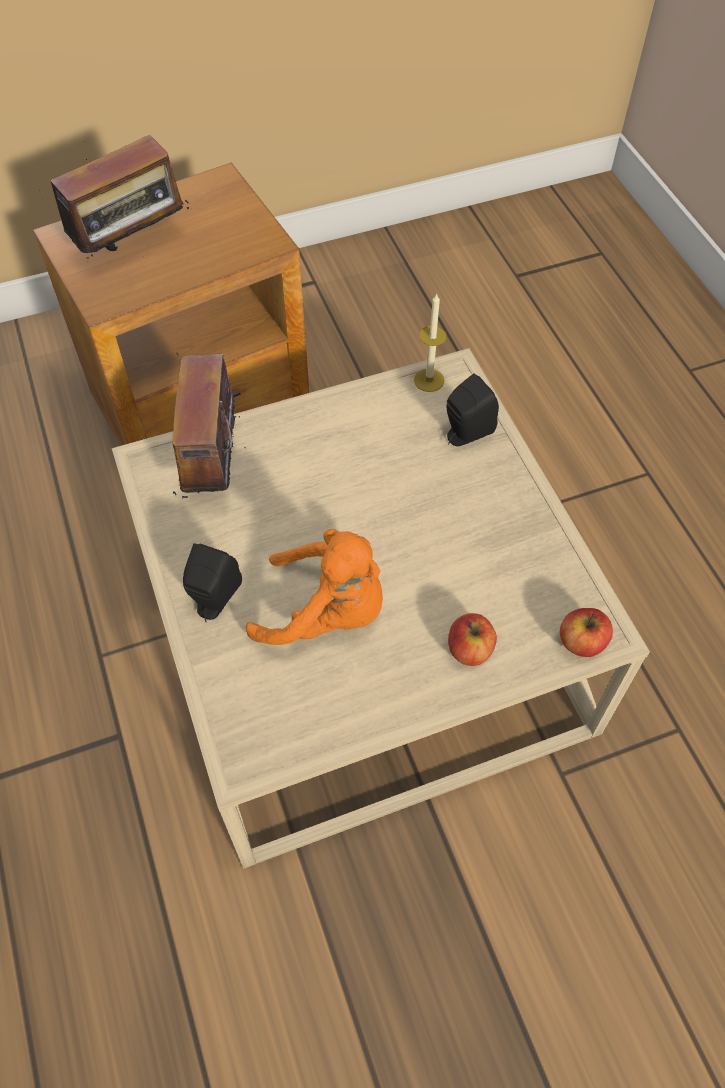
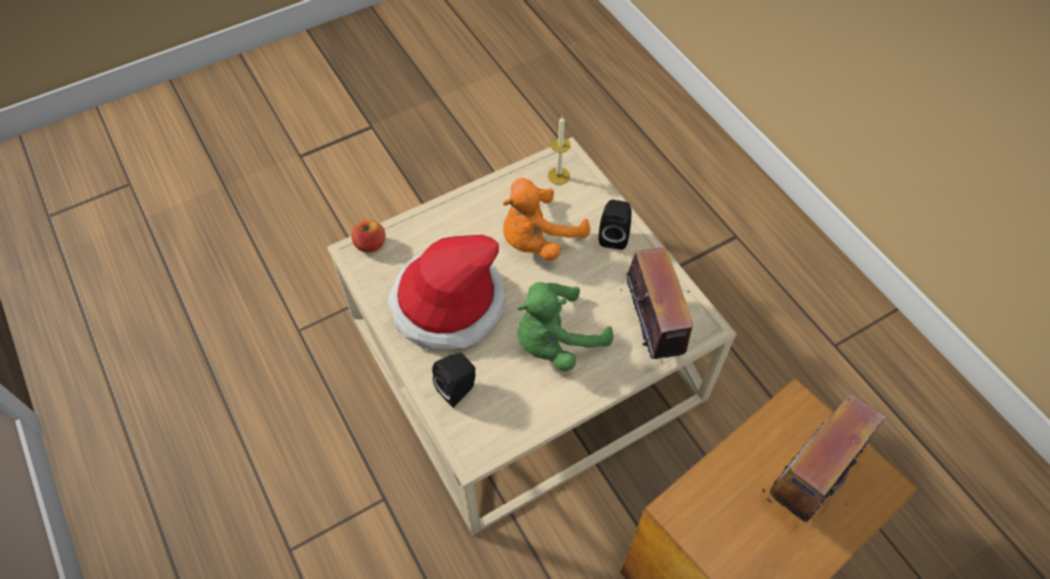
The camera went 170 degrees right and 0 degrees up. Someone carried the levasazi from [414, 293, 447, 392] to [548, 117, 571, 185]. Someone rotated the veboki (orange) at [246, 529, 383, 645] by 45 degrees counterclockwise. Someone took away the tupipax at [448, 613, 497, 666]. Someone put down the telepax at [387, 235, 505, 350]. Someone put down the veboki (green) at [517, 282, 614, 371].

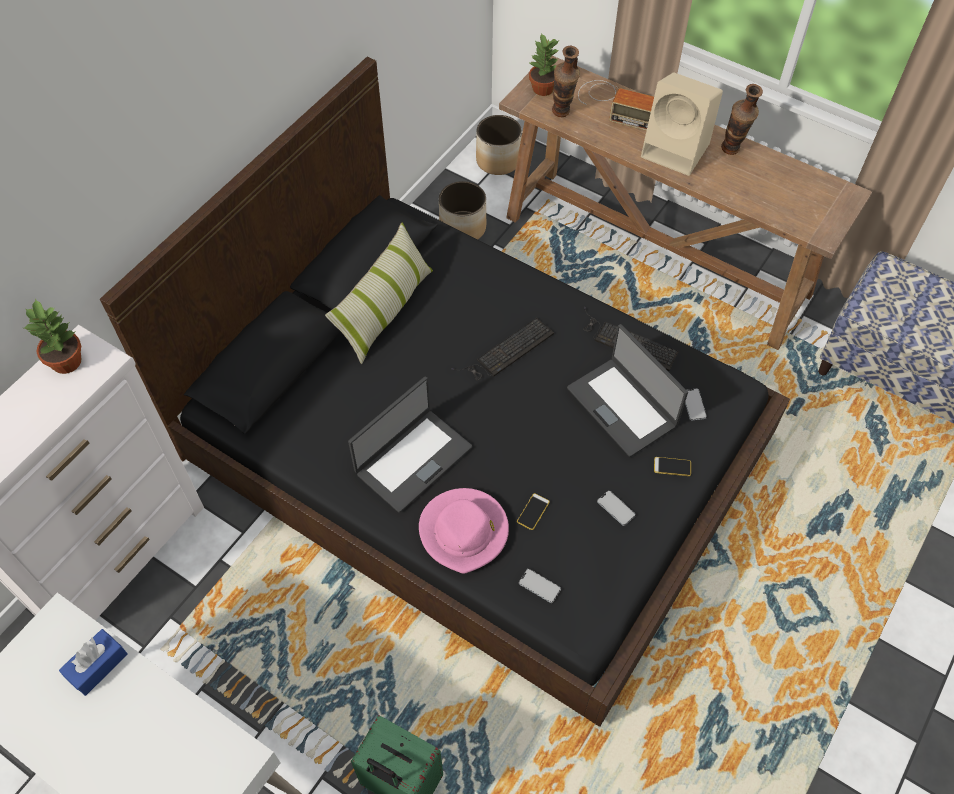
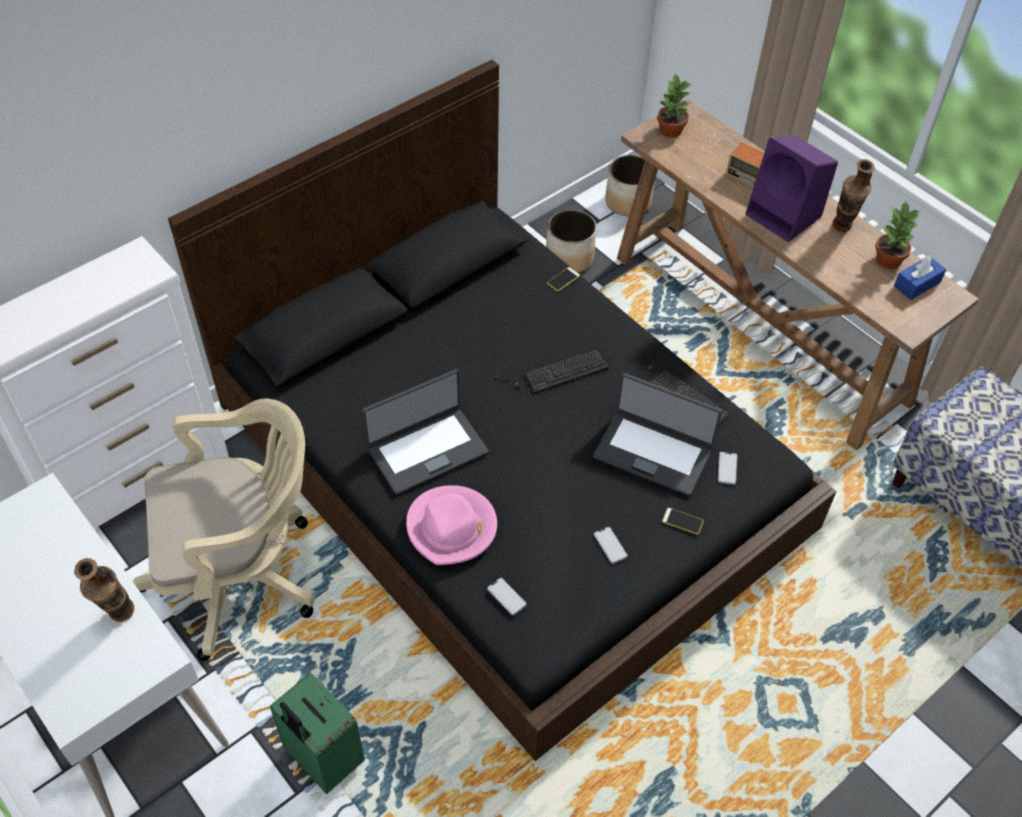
The camera went 15 degrees right and 5 degrees down. Someone carried the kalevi from [552, 46, 580, 117] to [74, 558, 134, 622]. Someone repainted the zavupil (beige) at [641, 72, 723, 176], which became the zavupil (purple) at [745, 135, 838, 242]. Someone took away the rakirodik at [325, 222, 433, 364]. Someone carried the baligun from [24, 298, 81, 374] to [875, 201, 920, 269]. Someone rotated the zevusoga at [567, 324, 688, 457] by 45 degrees counterclockwise. Someone carried the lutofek from [517, 493, 550, 530] to [547, 267, 580, 291]. Someone carried the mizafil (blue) from [59, 629, 128, 696] to [894, 255, 946, 300]. Someone put down the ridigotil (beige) at [134, 399, 315, 661].

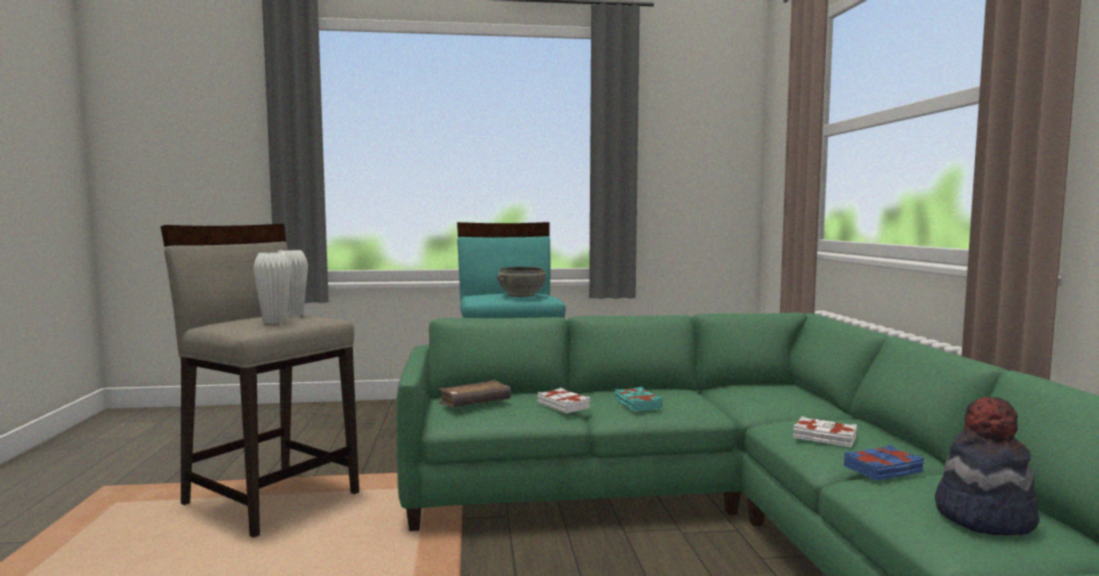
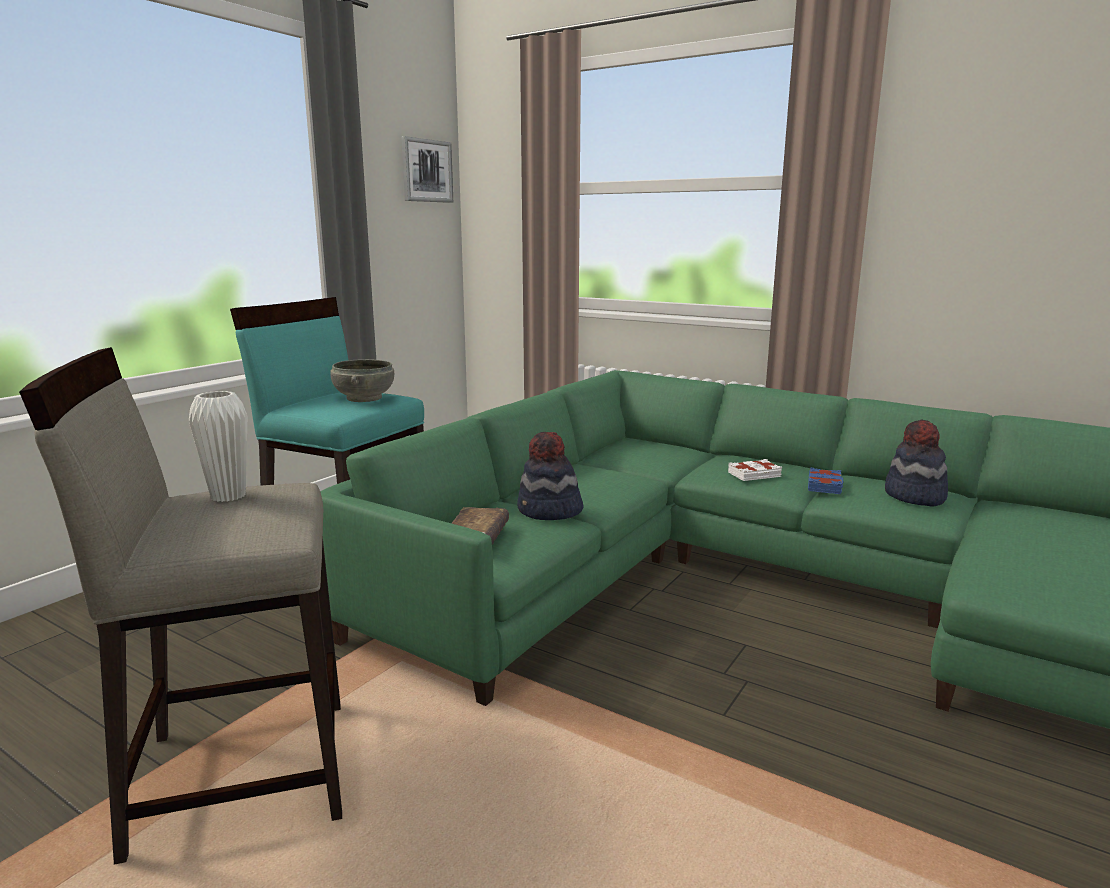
The camera went 50 degrees left and 10 degrees up. Someone took away the kalevi (white) at [253, 252, 291, 324]. Someone took away the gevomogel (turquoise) at [614, 387, 663, 412]. Someone swapped the gevomogel (white) at [538, 388, 590, 413] for the telepax at [517, 432, 583, 520]. Someone put up the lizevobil at [401, 136, 453, 203].

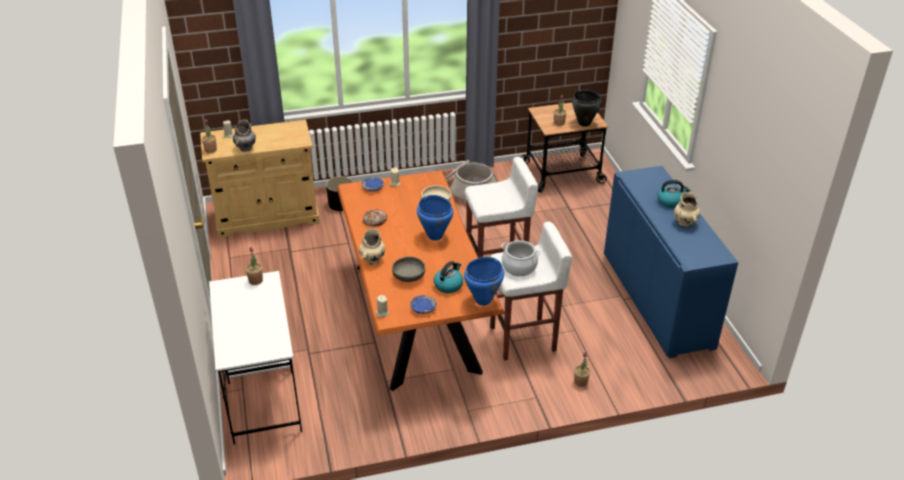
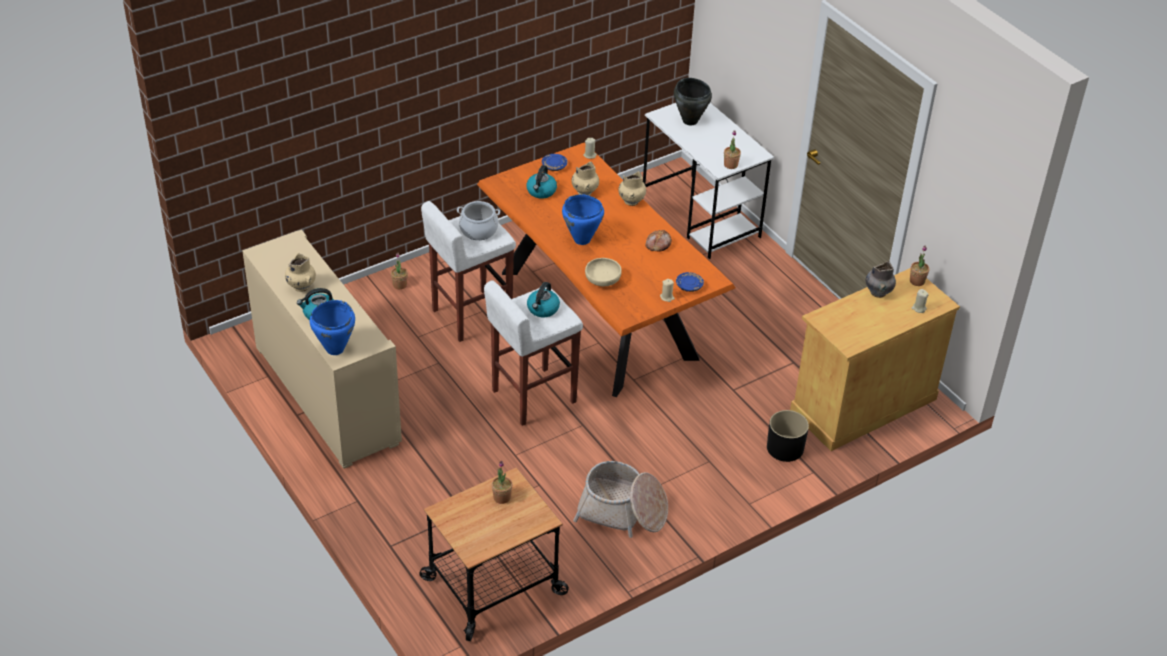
The camera went 160 degrees right and 5 degrees up. Someone carried the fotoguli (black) from [572, 89, 602, 127] to [674, 78, 712, 126]. Someone repainted the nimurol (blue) at [604, 166, 738, 358], which became the nimurol (beige) at [242, 230, 402, 469]. Someone swapped the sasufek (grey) at [392, 257, 425, 282] for the kalevi (beige) at [572, 161, 599, 196]. Someone carried the fotoguli (blue) from [464, 257, 504, 306] to [310, 300, 355, 355]. Someone put down the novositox at [527, 282, 560, 317].

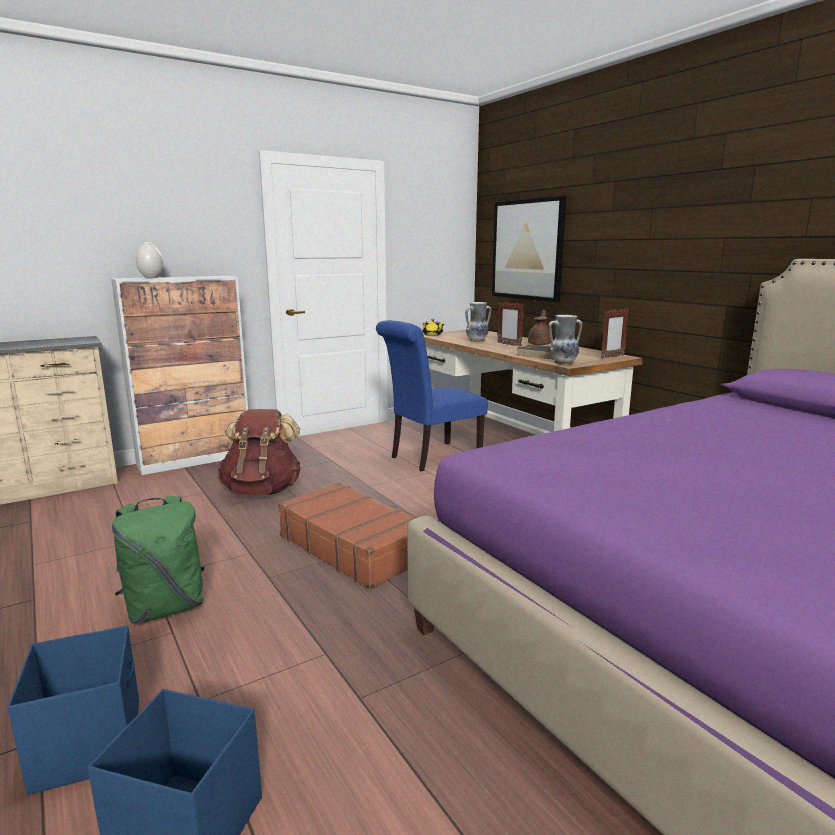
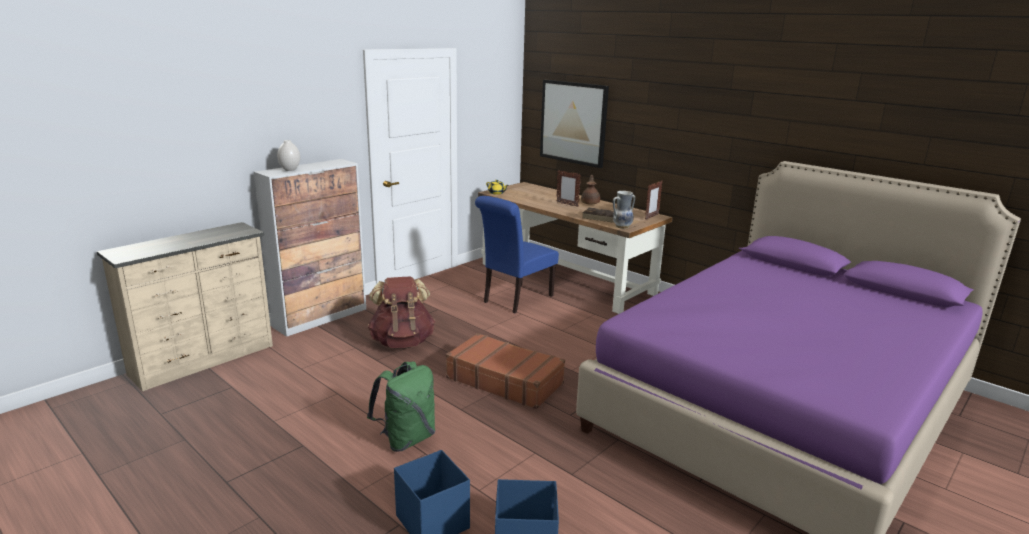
The camera went 15 degrees left and 5 degrees up. Someone took away the kalevi at [465, 302, 491, 342].

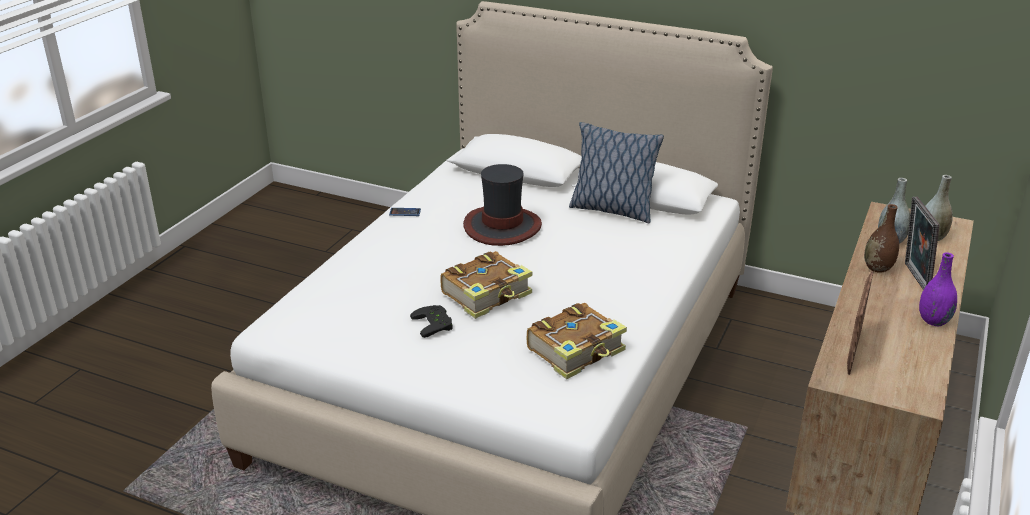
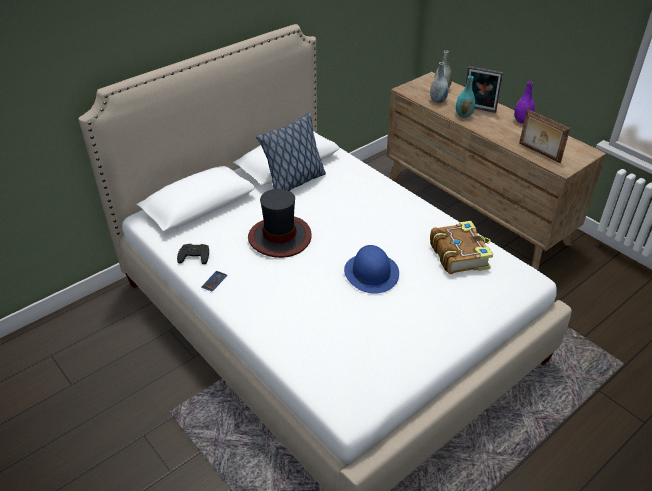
The camera went 65 degrees left and 10 degrees up. Someone repainted the kalevi (brown) at [864, 204, 899, 273], which became the kalevi (turquoise) at [456, 76, 475, 118]. Someone swapped the gevomogel at [440, 251, 532, 319] for the telepax (blue) at [344, 245, 399, 294]. Someone carried the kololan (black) from [410, 305, 453, 338] to [177, 244, 209, 264].

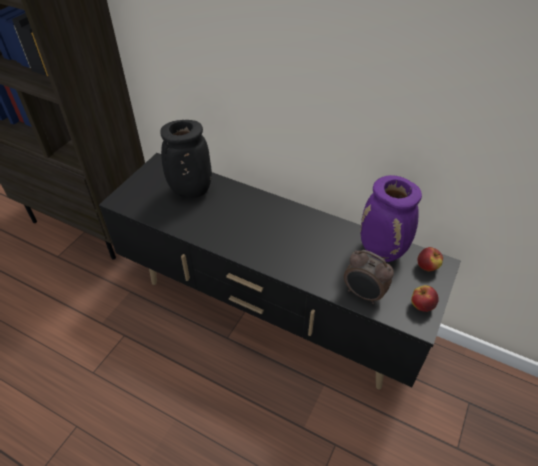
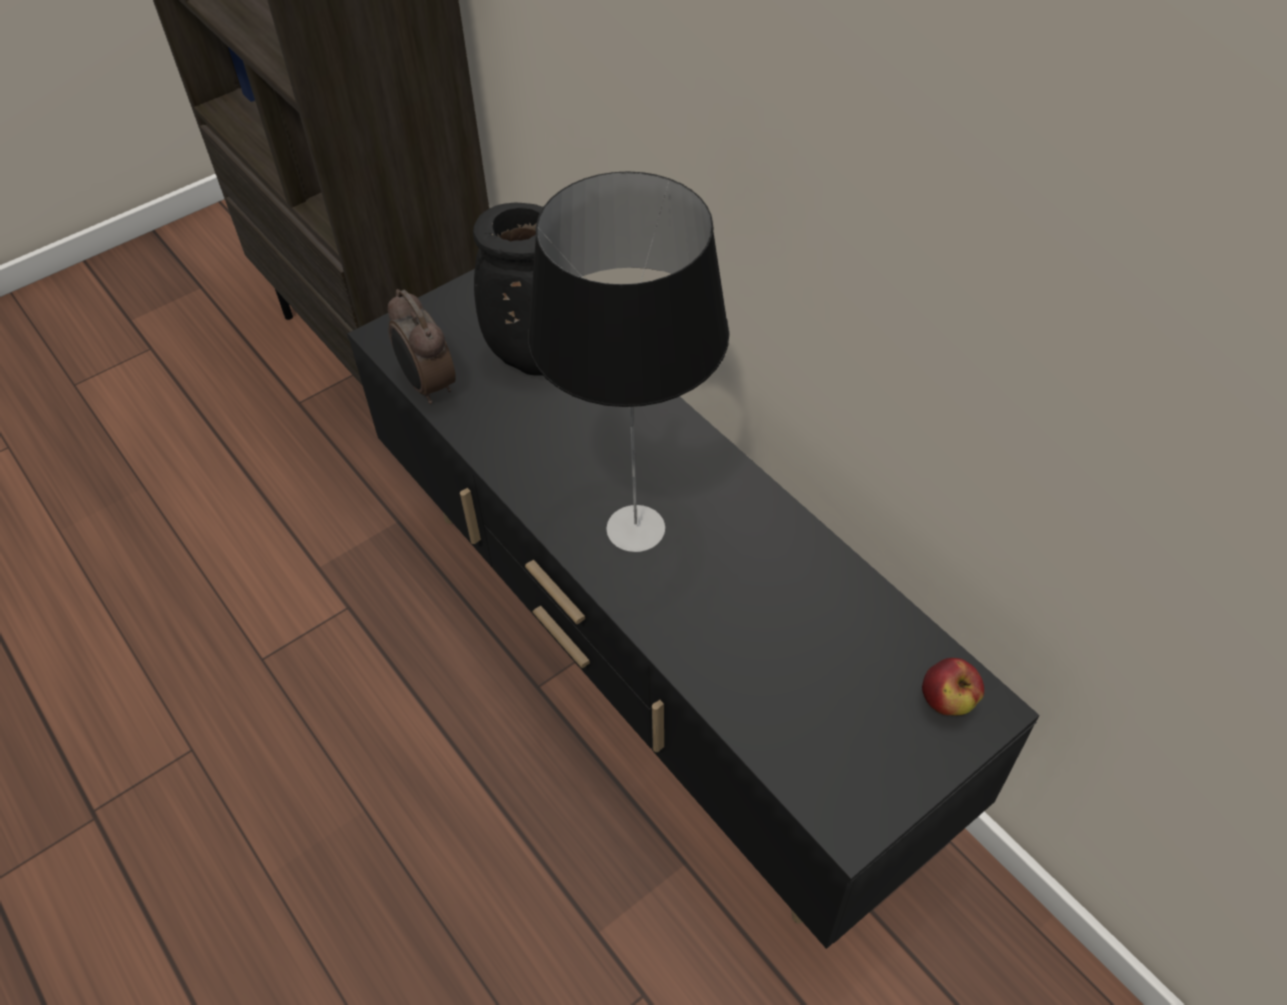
The camera went 25 degrees right and 5 degrees up. Someone took away the kalevi (purple) at [360, 175, 422, 262]. Someone carried the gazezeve from [344, 250, 394, 304] to [388, 289, 456, 404]. Someone took away the tupipax at [411, 285, 439, 312]. Someone put down the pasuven at [528, 171, 729, 552].

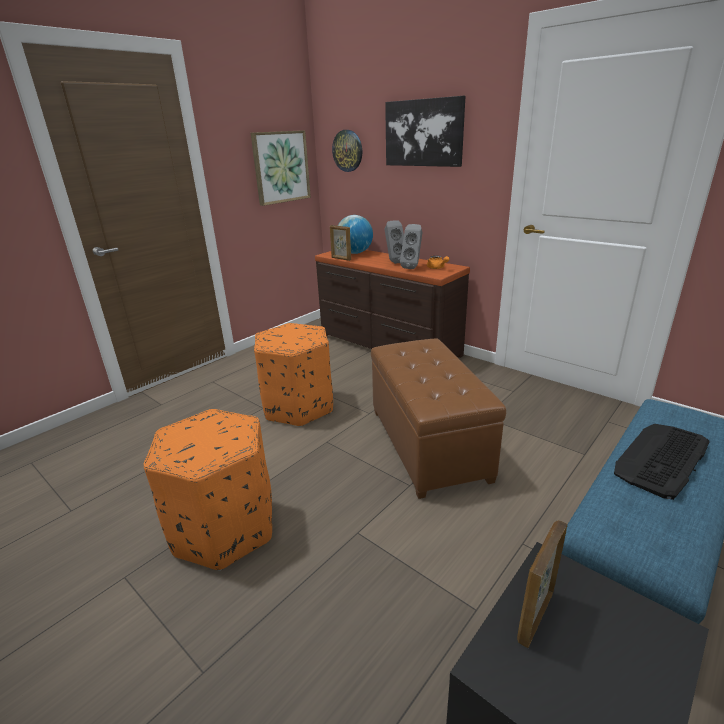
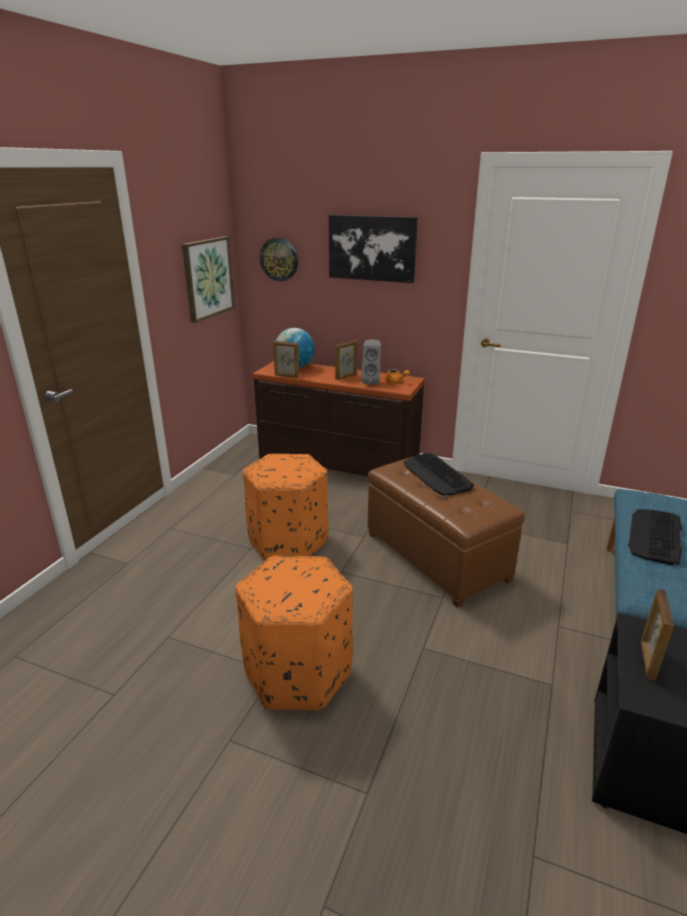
The camera went 20 degrees left and 0 degrees up. Someone swapped the zavupil (grey) at [385, 220, 404, 264] for the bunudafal at [335, 340, 357, 380]. Someone put down the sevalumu at [403, 453, 474, 496].

